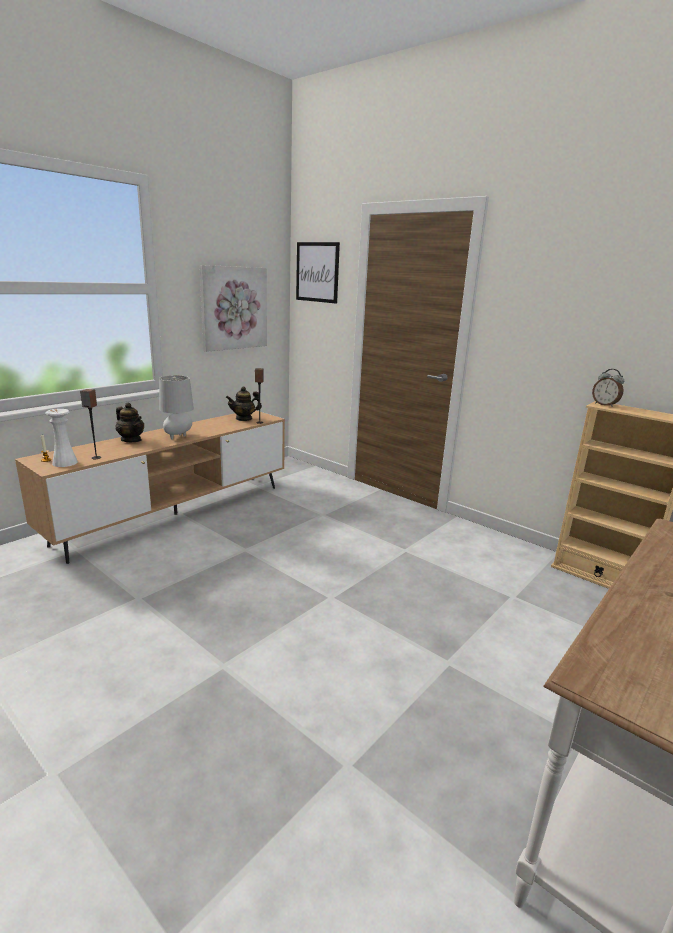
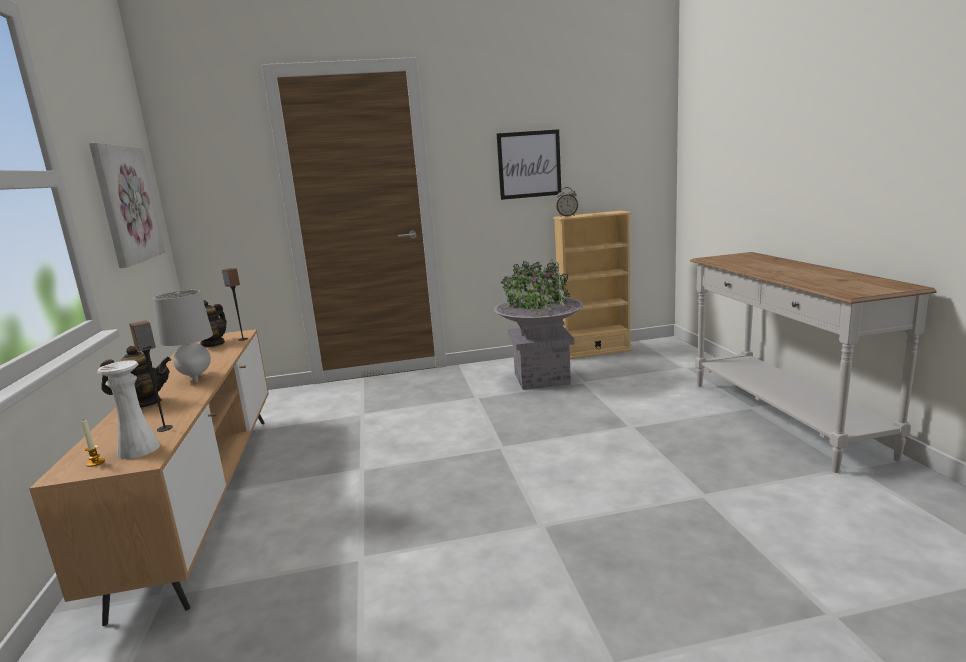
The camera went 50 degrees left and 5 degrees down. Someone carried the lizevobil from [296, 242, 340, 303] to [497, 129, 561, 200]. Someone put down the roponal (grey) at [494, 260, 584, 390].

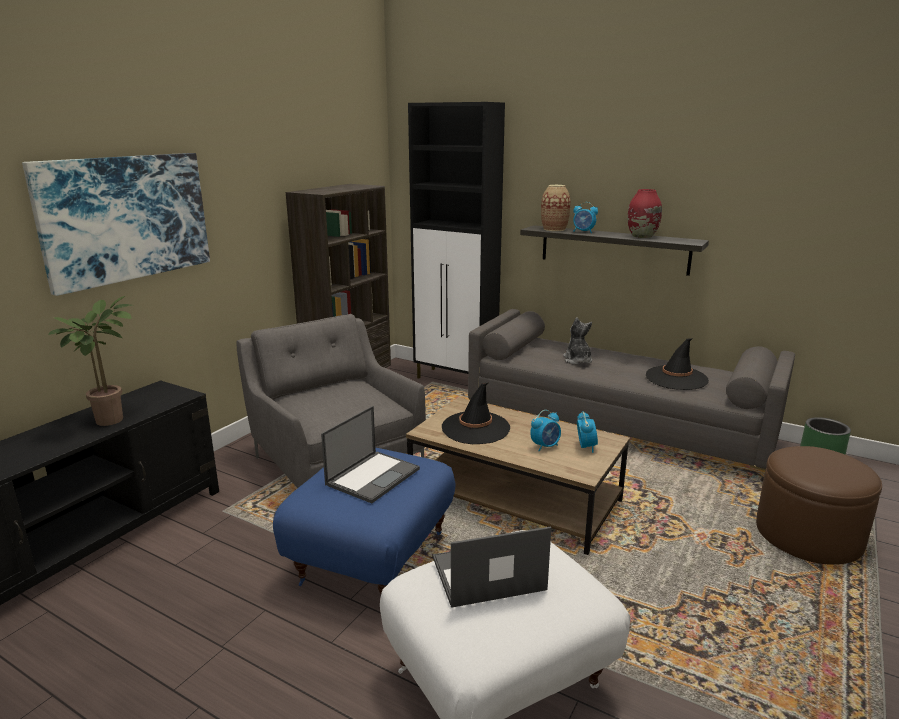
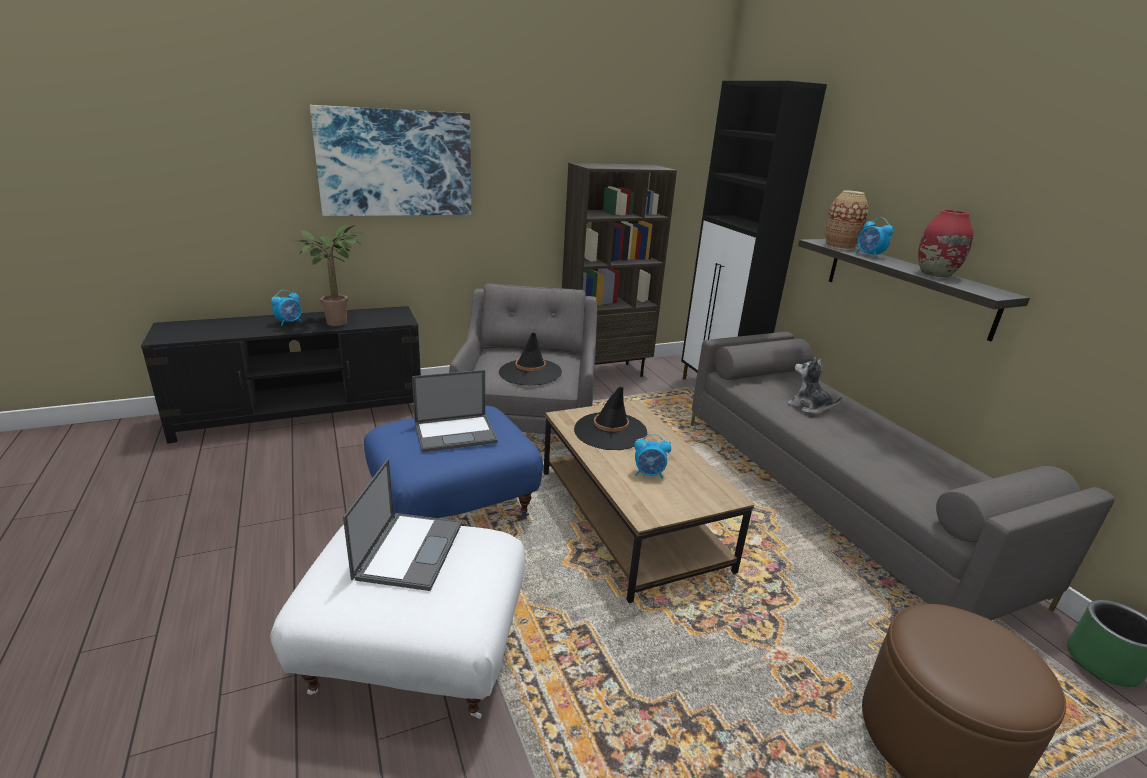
The camera went 35 degrees right and 5 degrees up. Someone rotated the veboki at [563, 317, 592, 364] by 75 degrees counterclockwise. Someone carried the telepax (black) from [646, 338, 709, 390] to [499, 332, 562, 386]. Someone carried the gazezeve from [577, 411, 598, 453] to [271, 290, 302, 326]. Someone rotated the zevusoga at [433, 527, 551, 608] by 75 degrees clockwise.

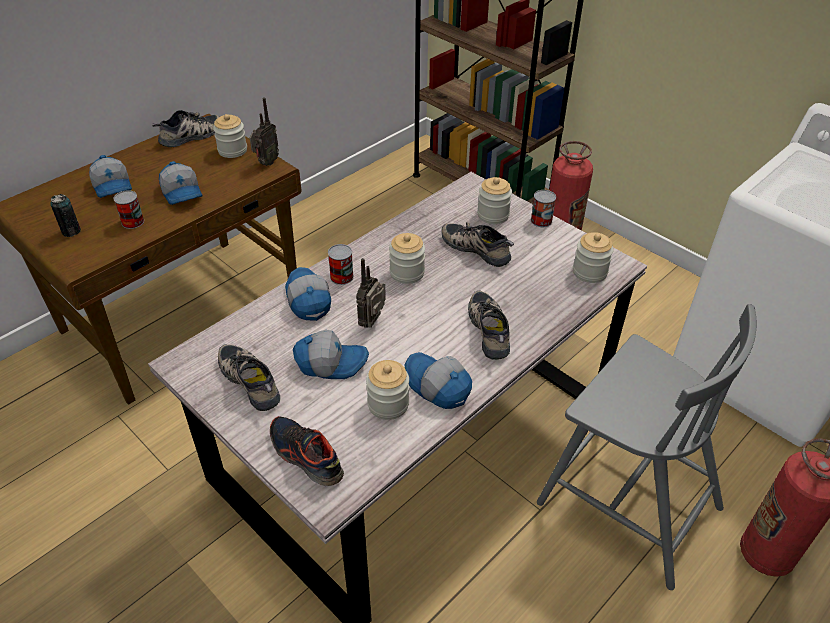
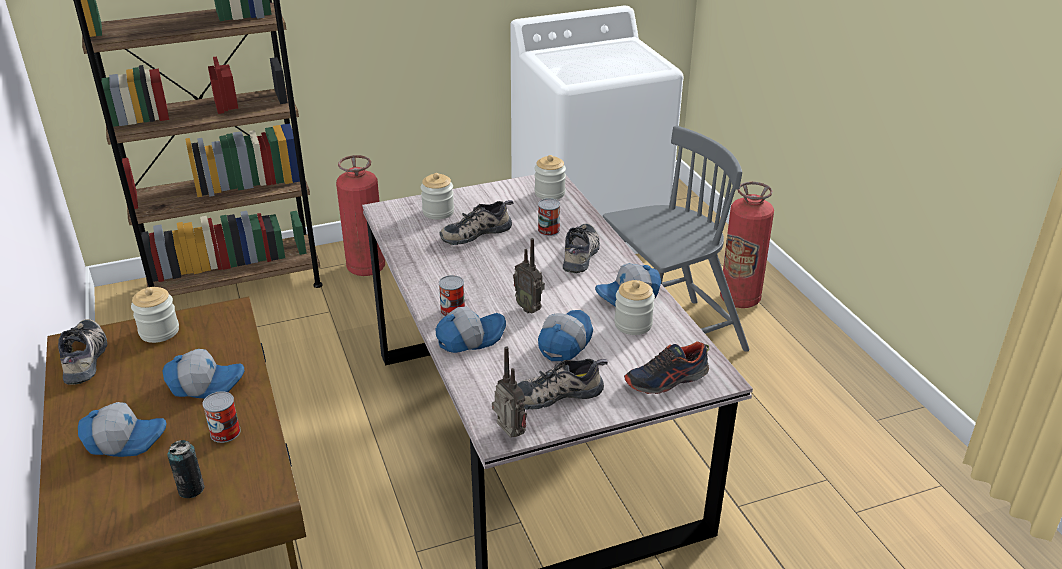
The camera went 65 degrees left and 10 degrees down. Someone carried the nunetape from [250, 97, 279, 166] to [492, 346, 527, 438]. Someone carried the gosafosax from [531, 190, 556, 227] to [538, 198, 560, 236]. Someone took away the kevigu at [389, 233, 425, 284]. Someone rotated the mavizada at [285, 267, 331, 321] by 150 degrees clockwise. Someone rotated the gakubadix at [468, 290, 510, 360] by 90 degrees clockwise.

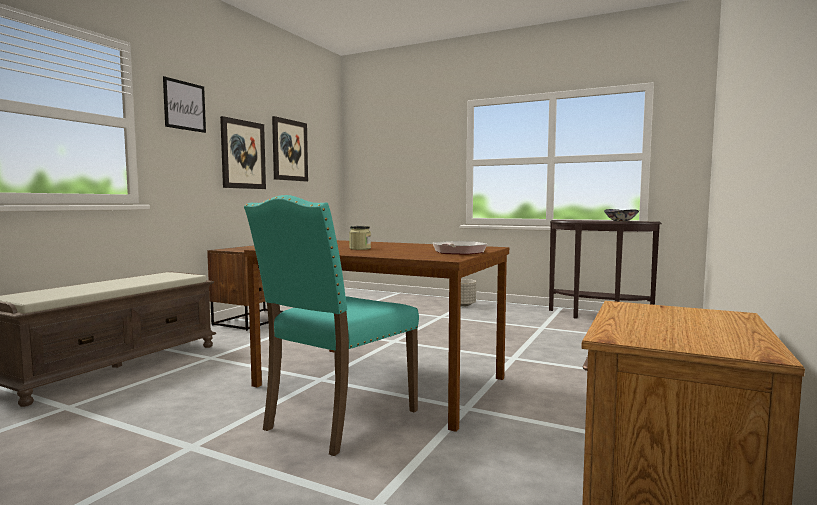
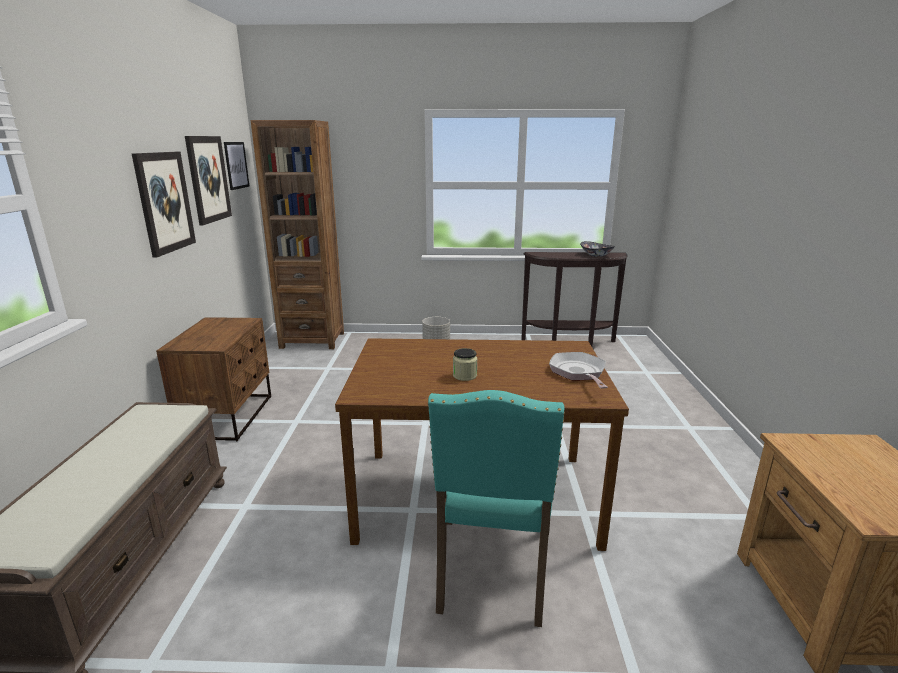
The camera went 25 degrees left and 15 degrees up. Someone carried the lizevobil from [163, 76, 206, 133] to [224, 142, 250, 190]. Someone put down the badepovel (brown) at [251, 120, 344, 349].

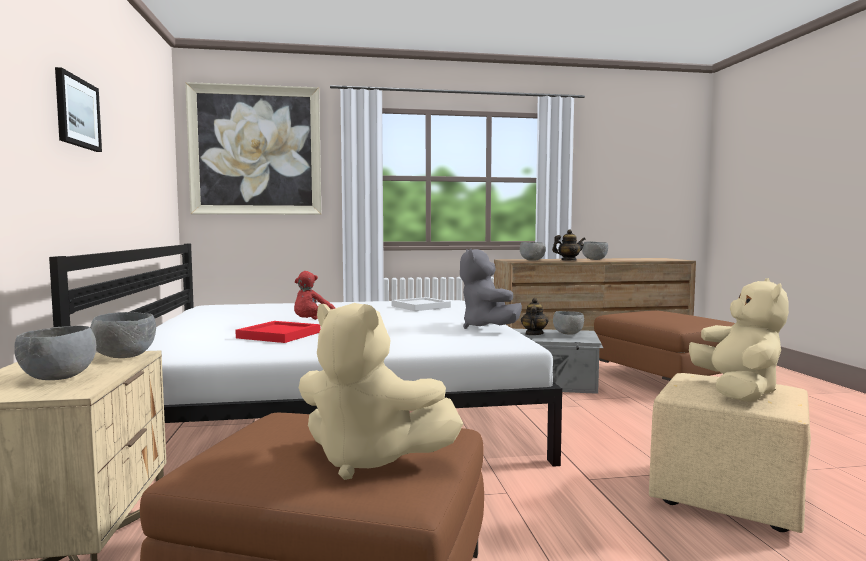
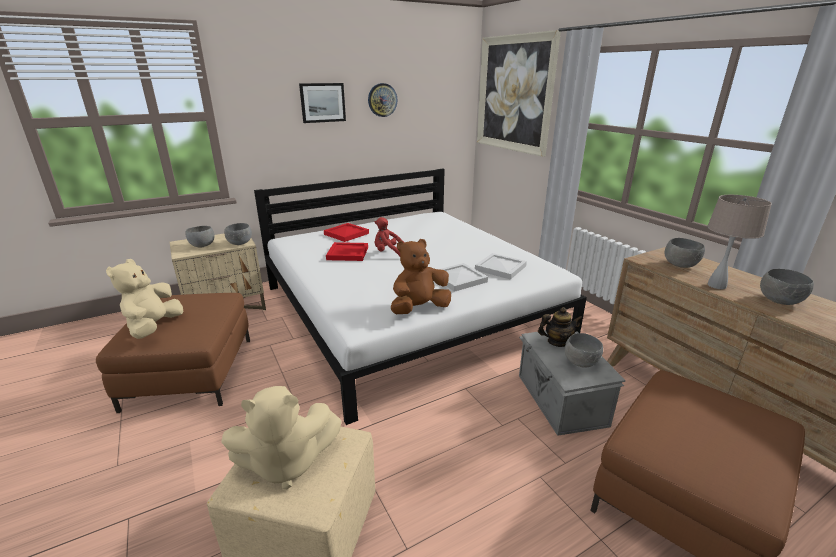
The camera went 70 degrees right and 20 degrees up. Someone swapped the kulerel at [552, 229, 585, 261] for the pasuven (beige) at [707, 195, 772, 289]. Someone repainted the veboki (grey) at [460, 248, 522, 329], which became the veboki (brown) at [391, 239, 451, 314]. Someone put up the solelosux at [368, 83, 397, 117]. Someone put down the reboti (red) at [324, 223, 369, 242]. Someone put down the reboti (white) at [440, 263, 488, 292].

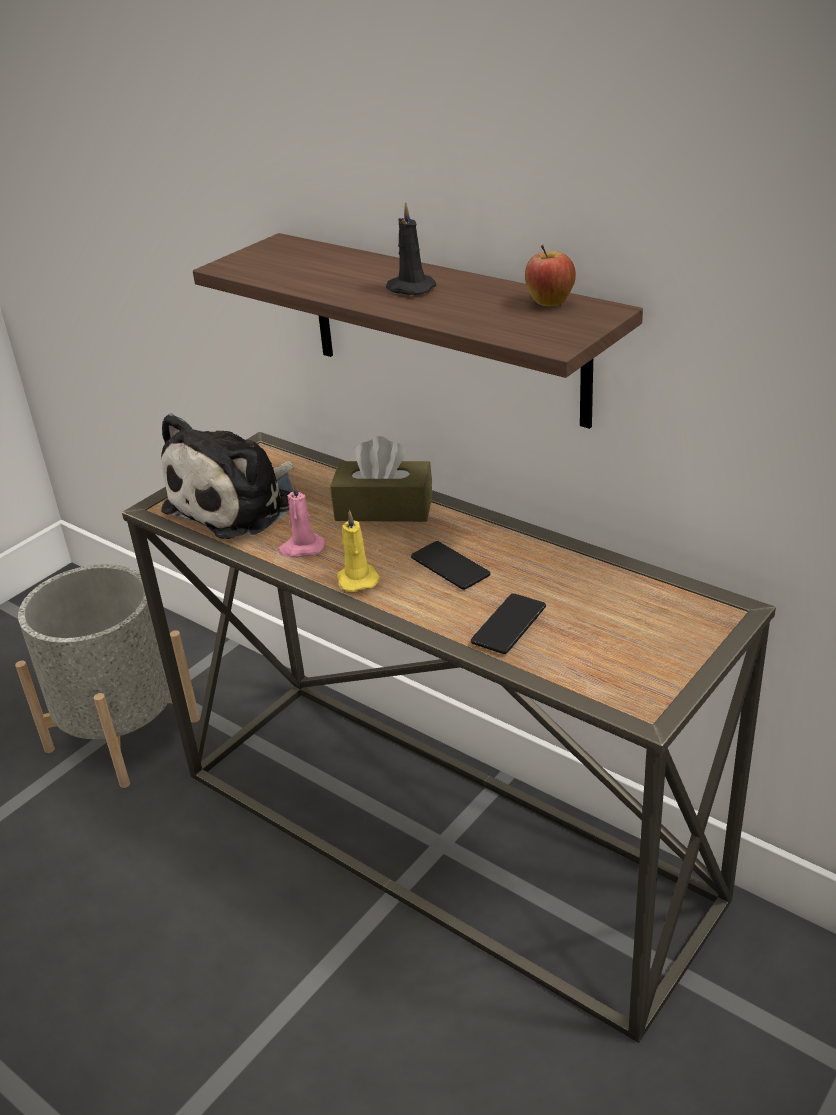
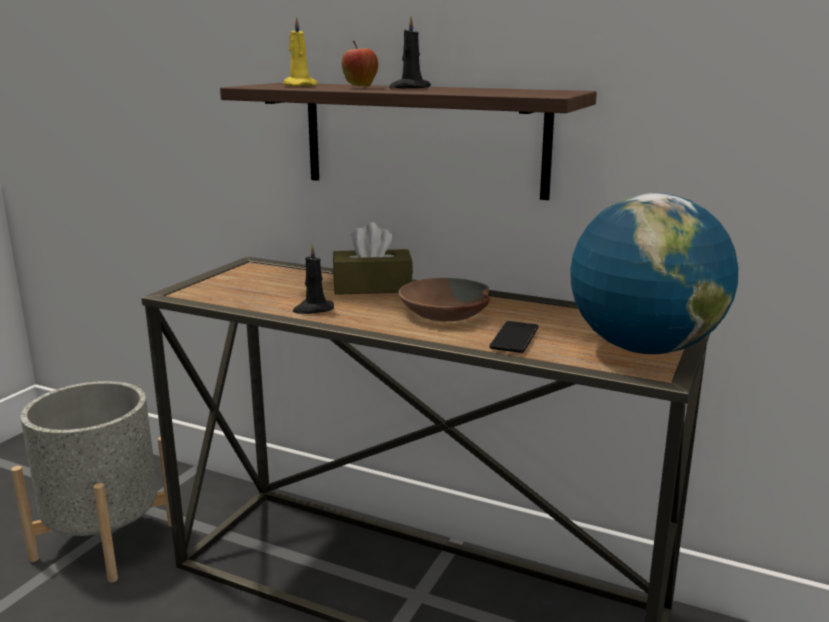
The camera went 15 degrees left and 15 degrees down. Someone carried the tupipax from [525, 245, 576, 306] to [342, 41, 378, 87]. Someone took away the veboki at [161, 413, 294, 539]. Someone repainted the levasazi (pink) at [278, 481, 325, 558], which became the levasazi (black) at [293, 245, 334, 314]. Someone carried the levasazi (yellow) from [337, 510, 380, 592] to [283, 17, 318, 86]. Someone swapped the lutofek at [411, 541, 490, 590] for the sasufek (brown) at [399, 278, 490, 321]. Someone put down the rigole at [570, 193, 738, 354].

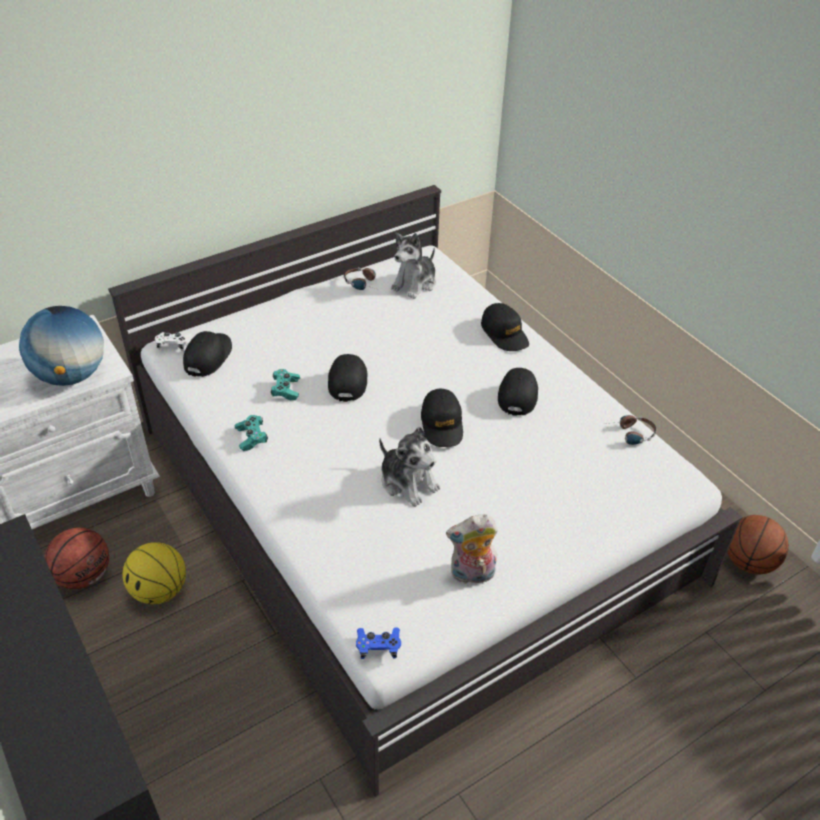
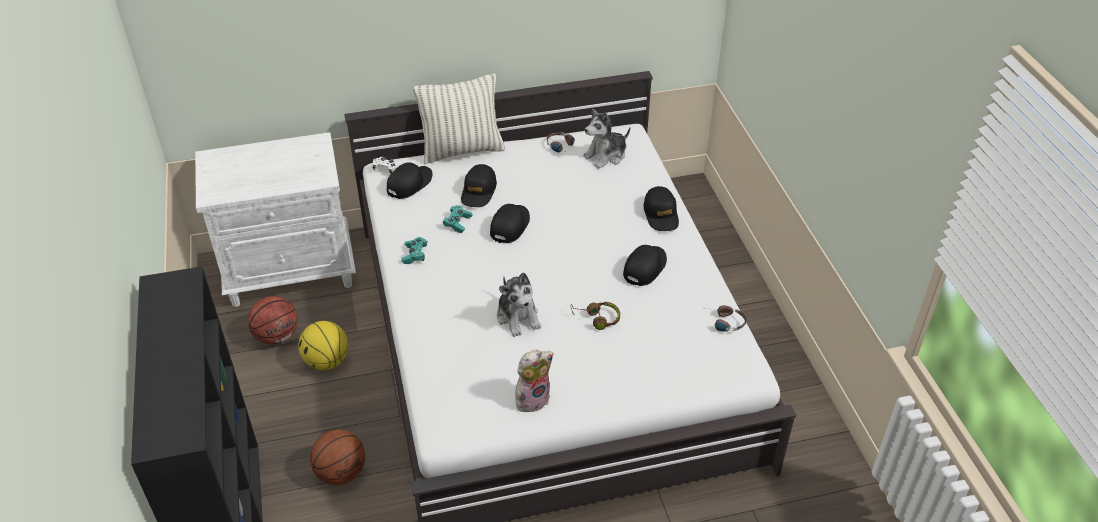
The camera went 20 degrees right and 0 degrees up. Someone took away the rigole at [19, 306, 104, 386]. Someone carried the mavizada (black) from [421, 388, 463, 447] to [461, 164, 497, 207]. Someone rotated the veboki at [446, 514, 498, 584] by 135 degrees clockwise. Someone carried the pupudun from [727, 515, 789, 575] to [310, 430, 365, 485]. Someone took away the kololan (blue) at [356, 627, 401, 659]. Someone put down the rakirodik at [413, 74, 505, 164]. Someone put down the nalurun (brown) at [571, 302, 620, 330].

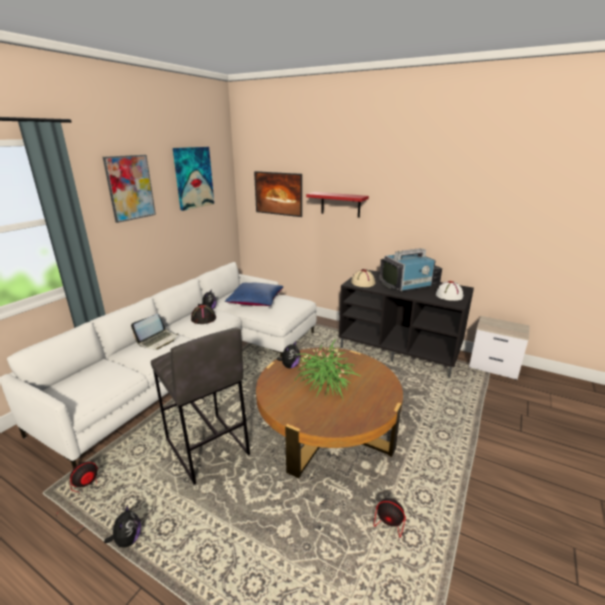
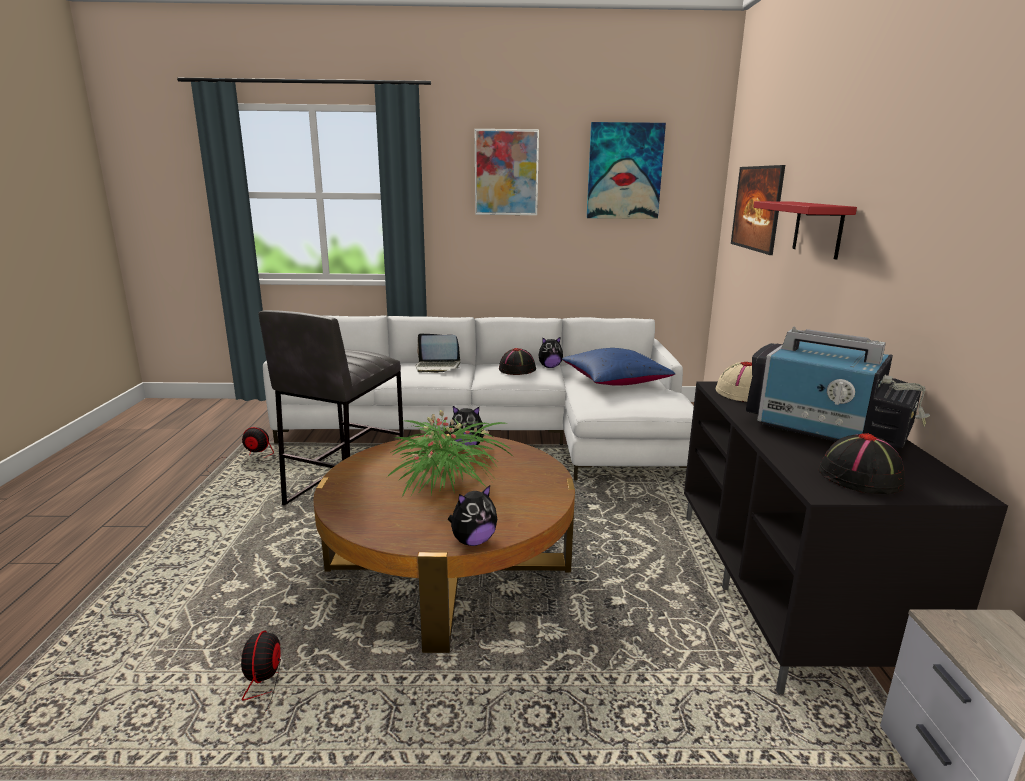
The camera went 60 degrees right and 5 degrees down. Someone repainted the telepax (white) at [436, 281, 463, 301], which became the telepax (black) at [818, 433, 905, 494]. Someone carried the veboki from [104, 504, 141, 548] to [448, 485, 497, 546].

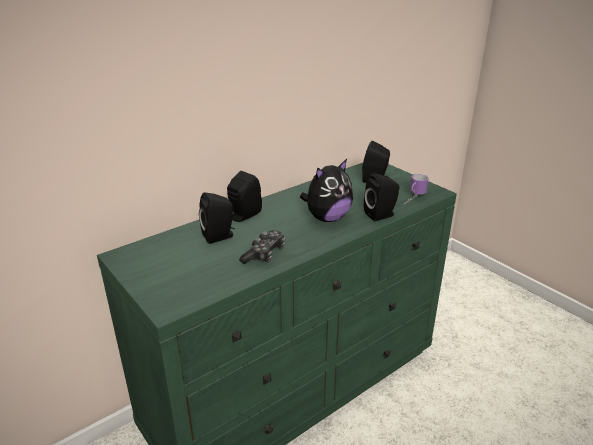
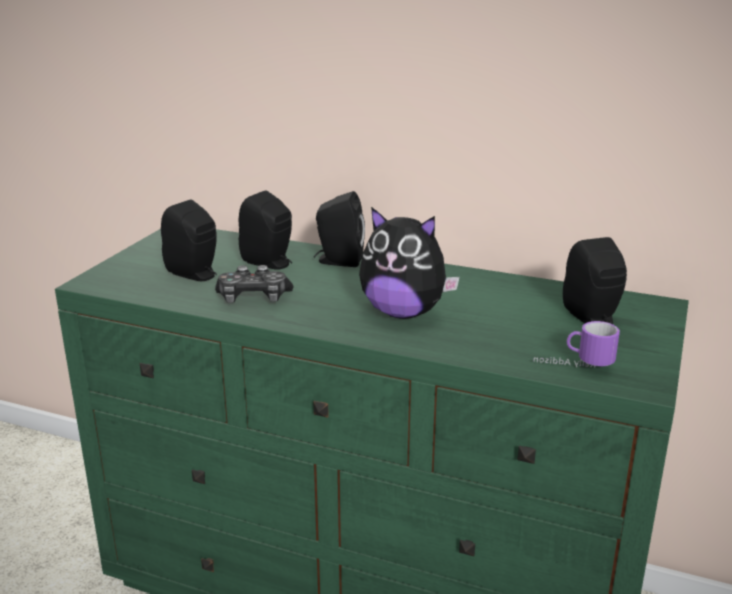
The camera went 60 degrees right and 5 degrees down. Someone carried the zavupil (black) from [364, 173, 399, 221] to [161, 200, 217, 281].

